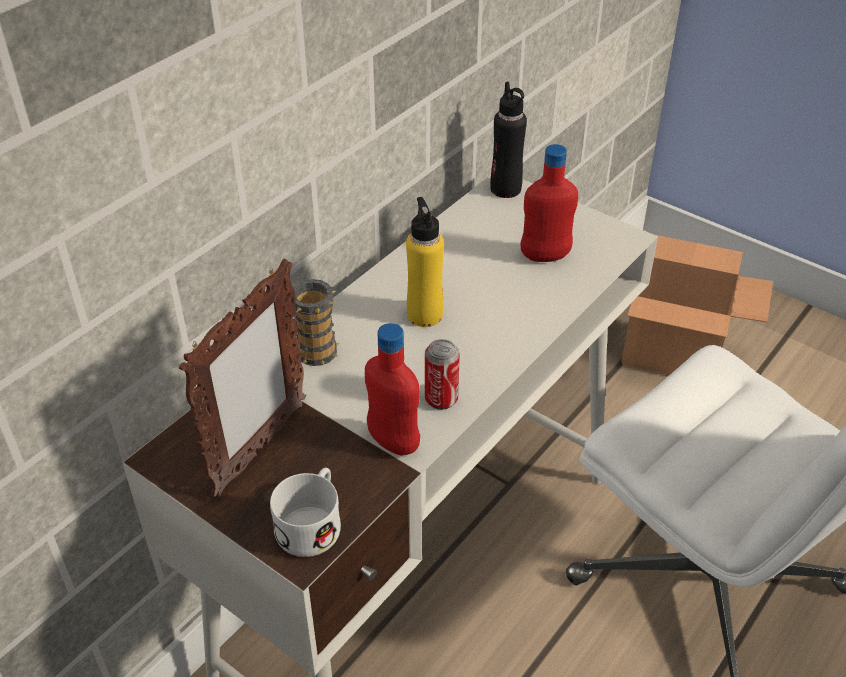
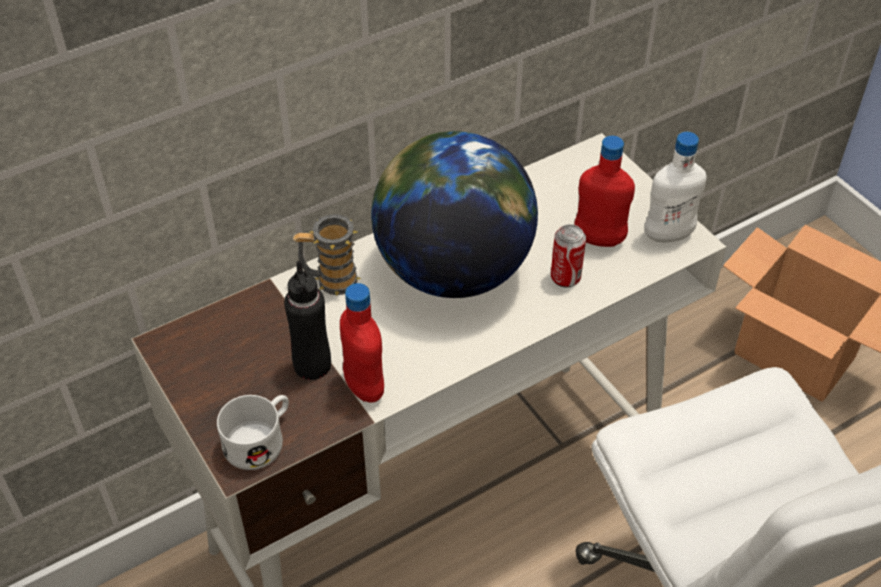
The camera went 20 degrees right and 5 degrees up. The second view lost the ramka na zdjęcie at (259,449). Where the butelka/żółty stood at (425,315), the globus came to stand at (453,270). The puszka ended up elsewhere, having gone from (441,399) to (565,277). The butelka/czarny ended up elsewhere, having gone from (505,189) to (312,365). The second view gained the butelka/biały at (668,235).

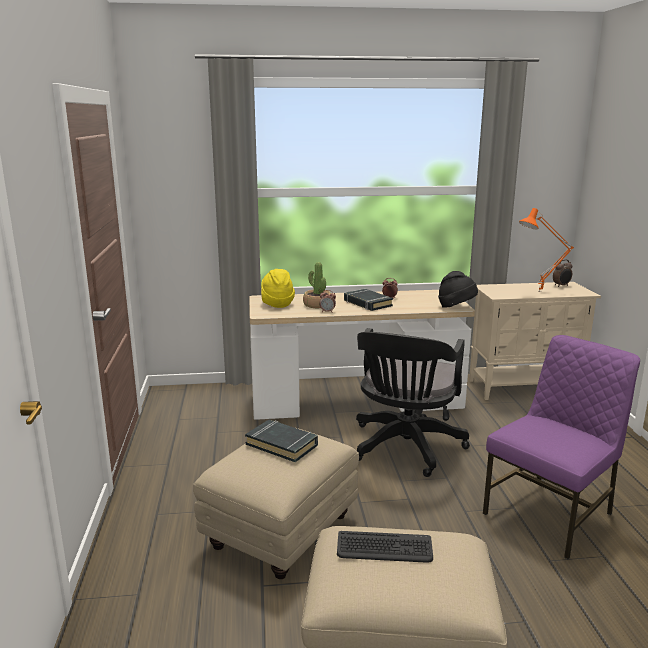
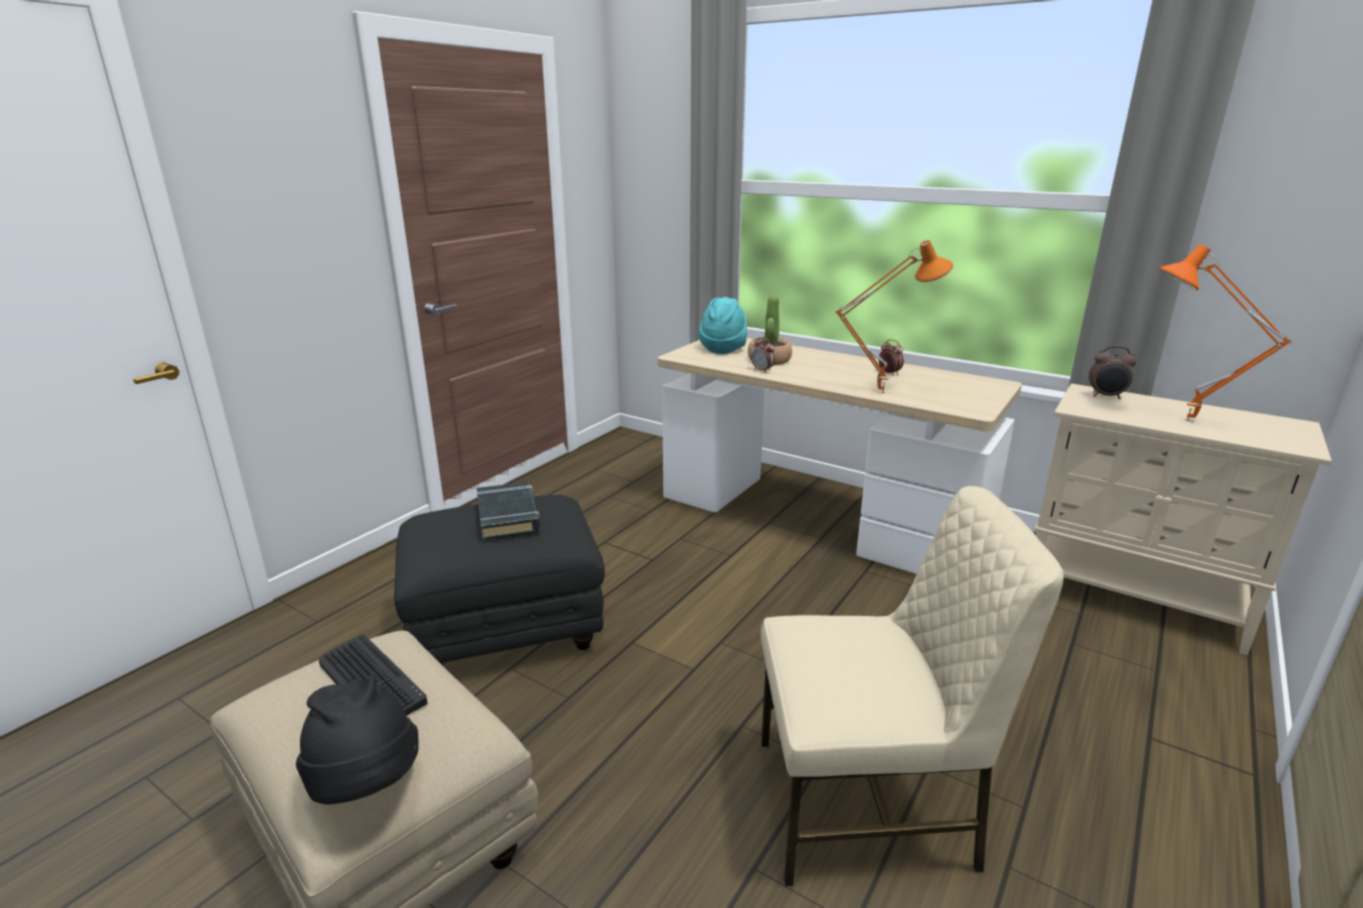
The camera went 40 degrees right and 5 degrees up. What was the pufa/beżowy at (282,531) turned into the pufa/czarny at (508,630). What was the kapelusz/żółty at (277,304) turned into the kapelusz/turkusowy at (723,348). The second view lost the książka/czarny at (367,303). The second view lost the krzesło biurowe/czarny at (405,448). The kapelusz/czarny ended up elsewhere, having gone from (456,307) to (367,788). What was the krzesło/fioletowy at (551,513) turned into the krzesło/beżowy at (867,805). The budzik ended up elsewhere, having gone from (561,285) to (1106,396). The second view gained the lampa stołowa/pomarańczowy at (881,392).

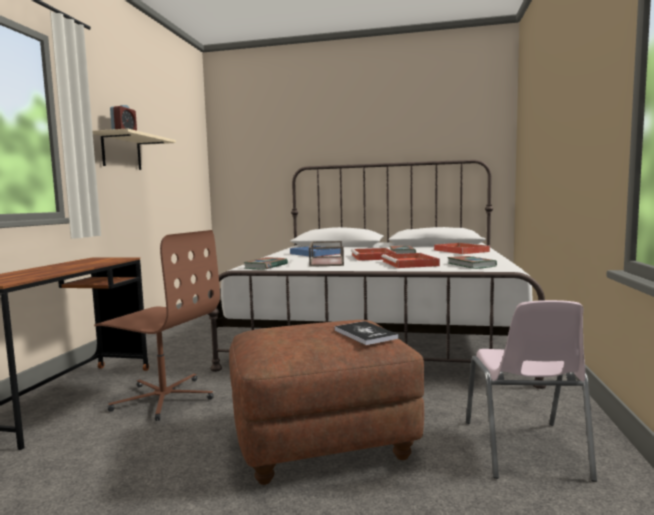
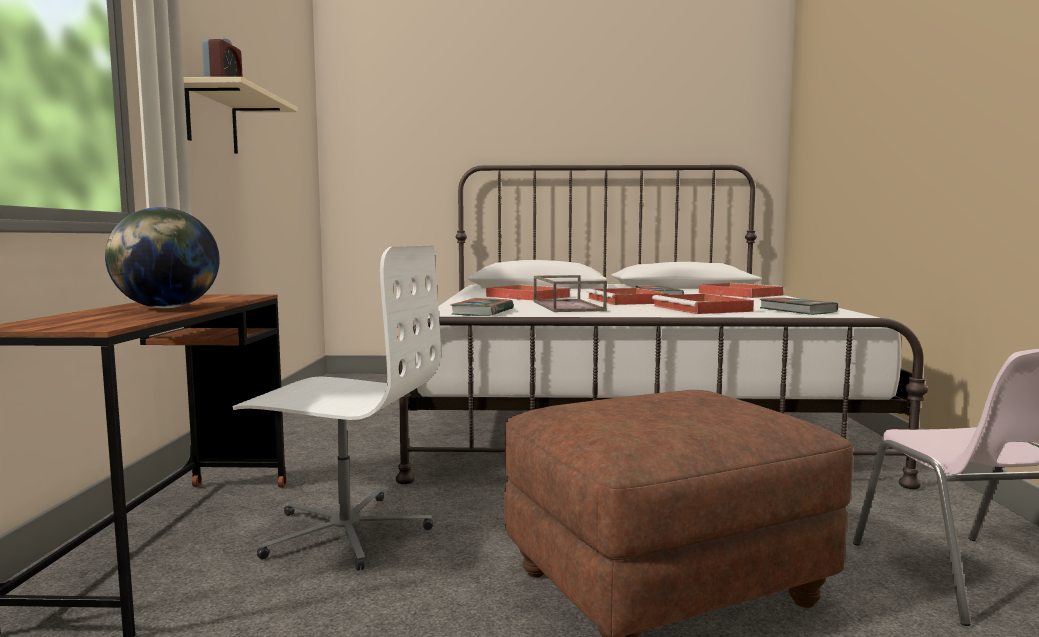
The camera went 10 degrees left and 0 degrees up. What was the krzesło biurowe/brązowy at (164,398) turned into the krzesło biurowe/biały at (345,531). What was the taca/niebieski at (315,254) turned into the taca/czerwony at (526,296). The second view lost the książka at (365,334). The second view gained the globus at (166,308).

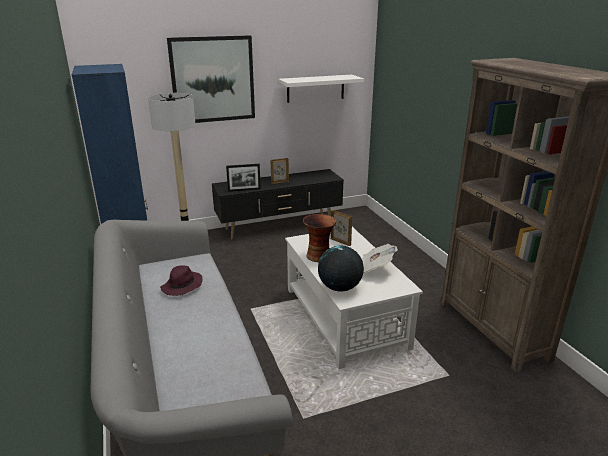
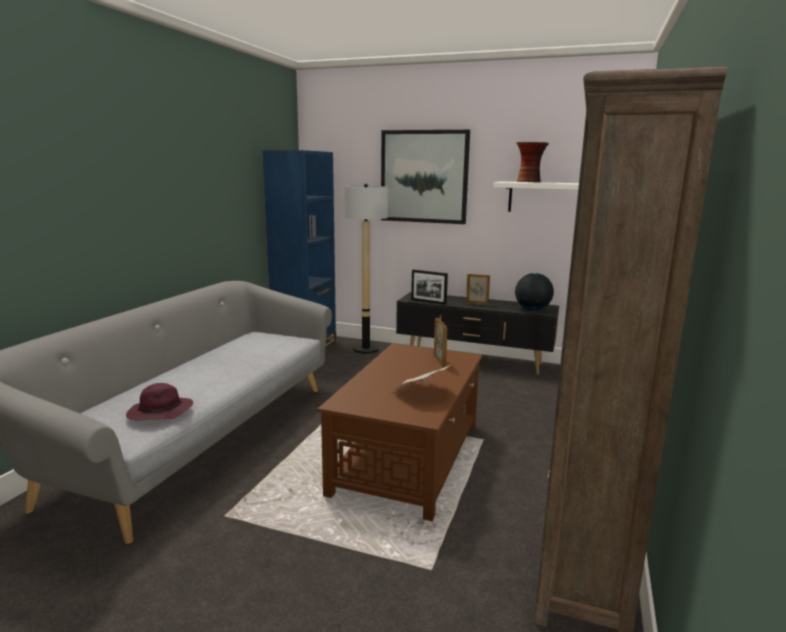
The camera went 40 degrees right and 10 degrees down. The kapelusz/fioletowy ended up elsewhere, having gone from (182,286) to (159,413). What was the ława/biały at (344,316) turned into the ława/brązowy at (409,457). The wazon ended up elsewhere, having gone from (319,256) to (529,182). The globus ended up elsewhere, having gone from (339,288) to (532,310).

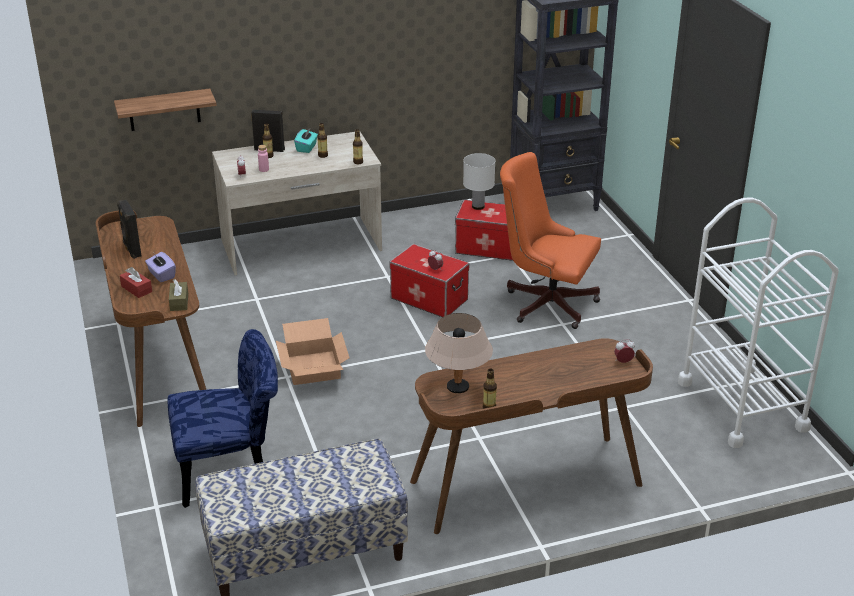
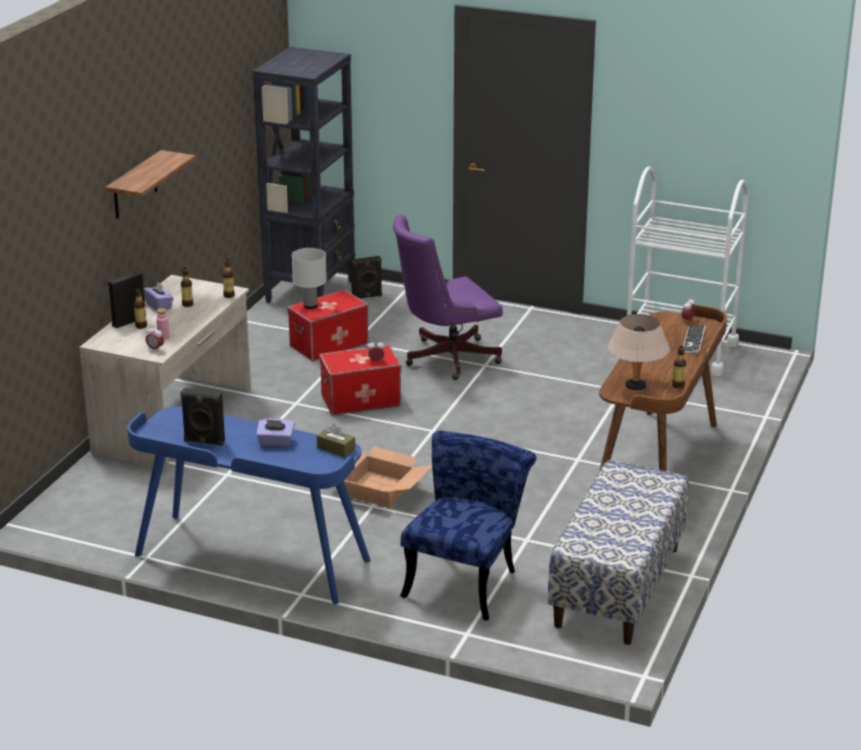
The camera went 50 degrees left and 5 degrees down. What was the biurko/brązowy at (159,362) turned into the biurko/niebieski at (251,559). The półka ended up elsewhere, having gone from (164,110) to (135,186). The second view lost the pudełko chusteczek/czerwony at (136,289). What was the pudełko chusteczek/turkusowy at (306,148) turned into the pudełko chusteczek/fioletowy at (159,306). What was the krzesło biurowe/pomarańczowy at (545,302) turned into the krzesło biurowe/fioletowy at (445,358). The second view gained the głośnik/czarny at (367,296). The second view gained the klawiatura at (693,340).

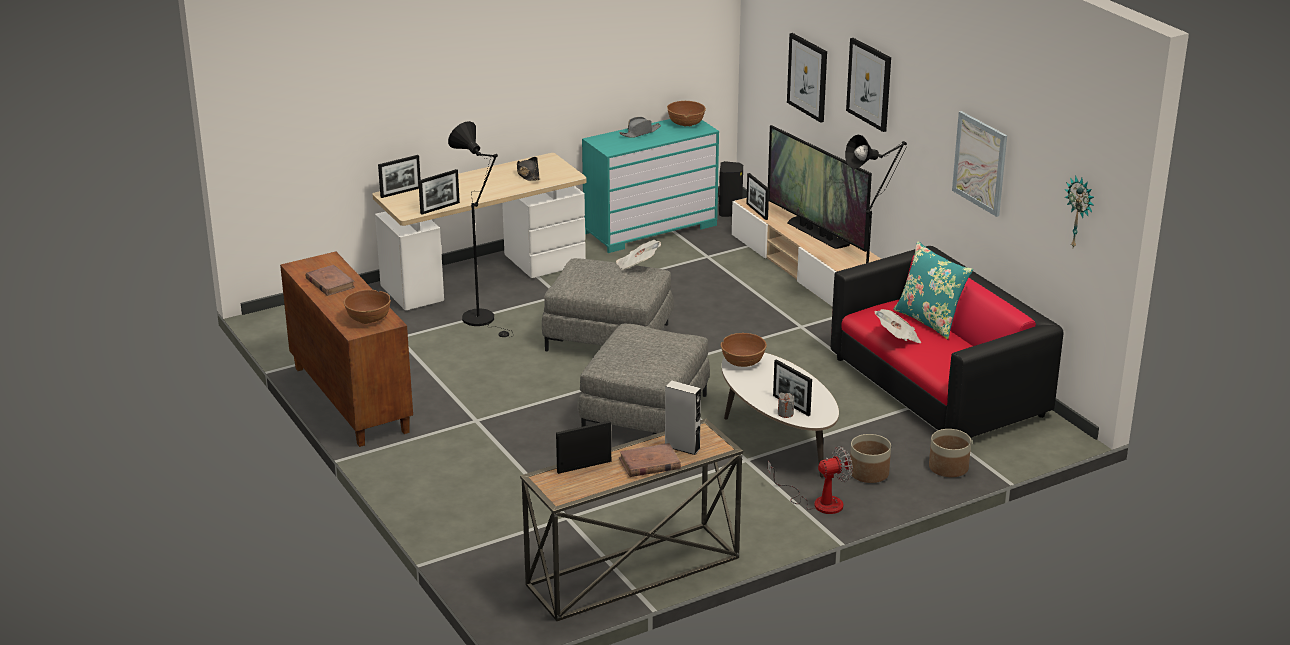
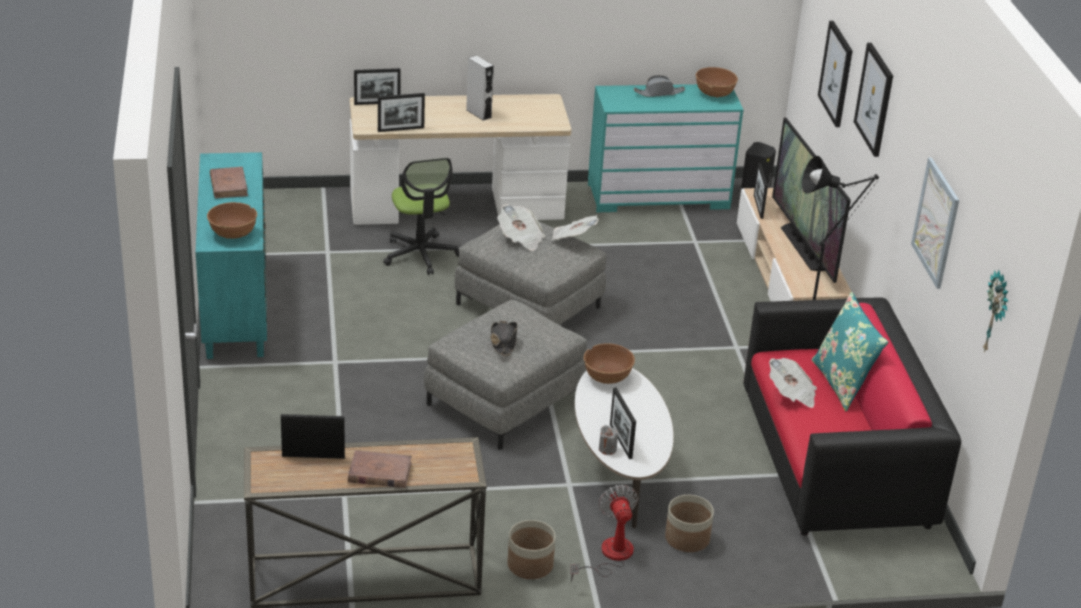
The camera went 20 degrees right and 5 degrees up. What was the szafka/brązowy at (349,399) turned into the szafka/turkusowy at (234,305). Where the lampa stojąca/czarny stood at (483,320), the krzesło biurowe came to stand at (420,254). The kapelusz/czarny ended up elsewhere, having gone from (528,174) to (503,342). The głośnik/szary ended up elsewhere, having gone from (682,447) to (478,113). The wentylator at (818,502) ended up facing another way, 105 degrees counterclockwise from before. The donica ended up elsewhere, having gone from (948,468) to (530,565). The second view gained the gazeta at (520,238).

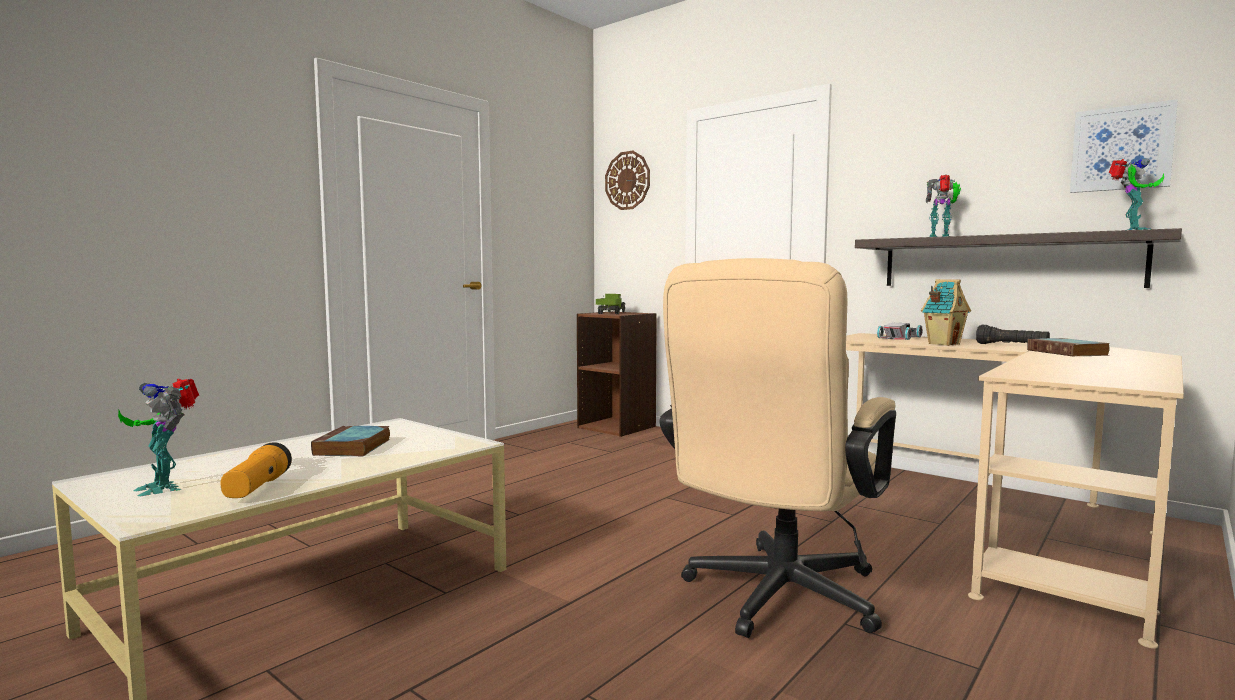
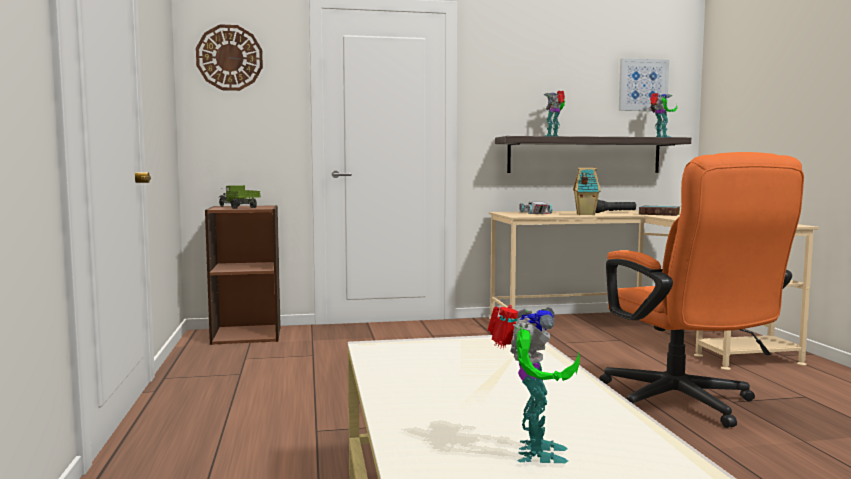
The camera went 50 degrees left and 0 degrees up. The robot zabawkowy at (164,487) ended up facing another way, 75 degrees counterclockwise from before. The second view lost the latarka at (257,488). The second view lost the książka at (352,447). What was the krzesło biurowe/beżowy at (775,600) turned into the krzesło biurowe/pomarańczowy at (685,405).

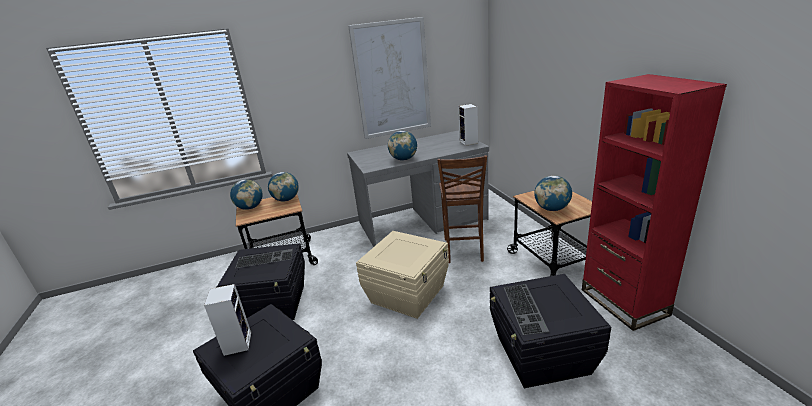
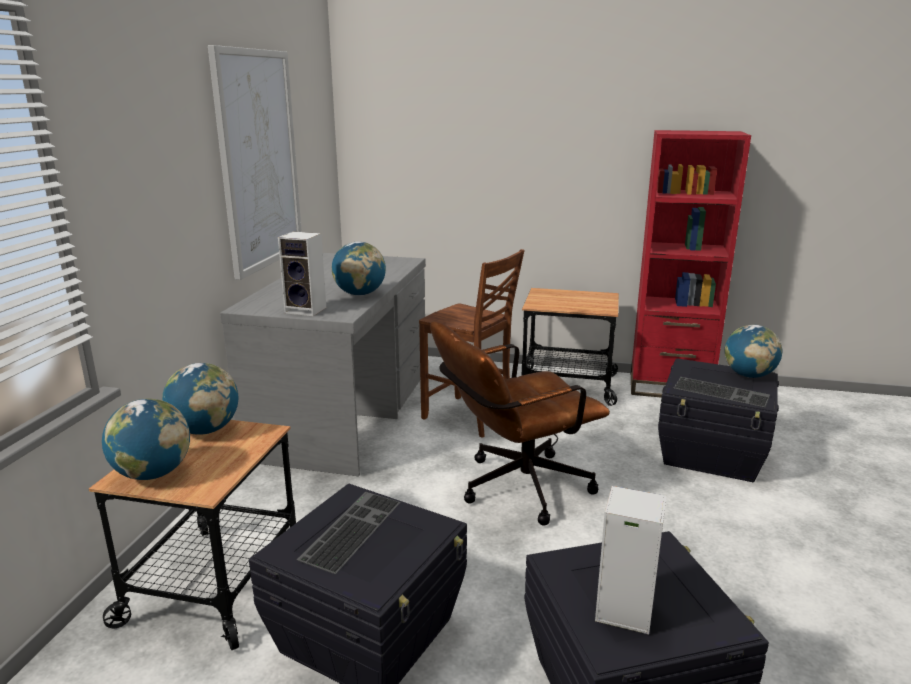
The camera went 60 degrees left and 5 degrees down. Where the pojemnik do przechowywania/beżowy stood at (408,294), the krzesło biurowe/brązowy came to stand at (514,489). The głośnik ended up elsewhere, having gone from (469,142) to (307,310). The globus ended up elsewhere, having gone from (552,209) to (749,375).

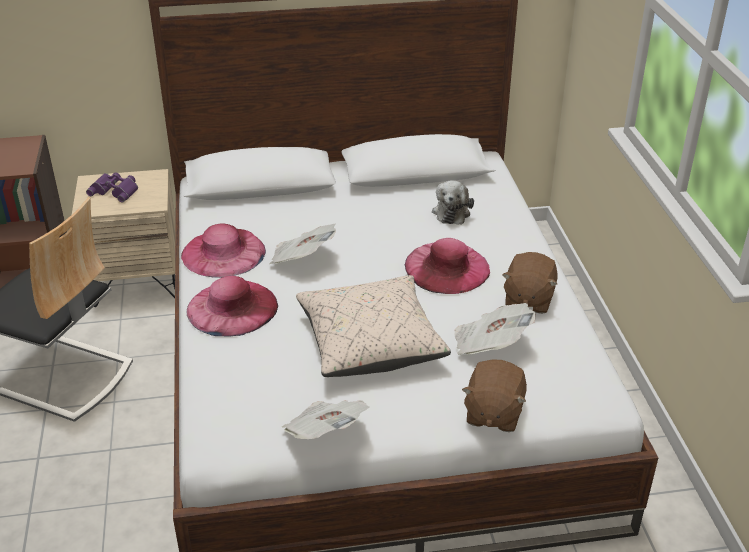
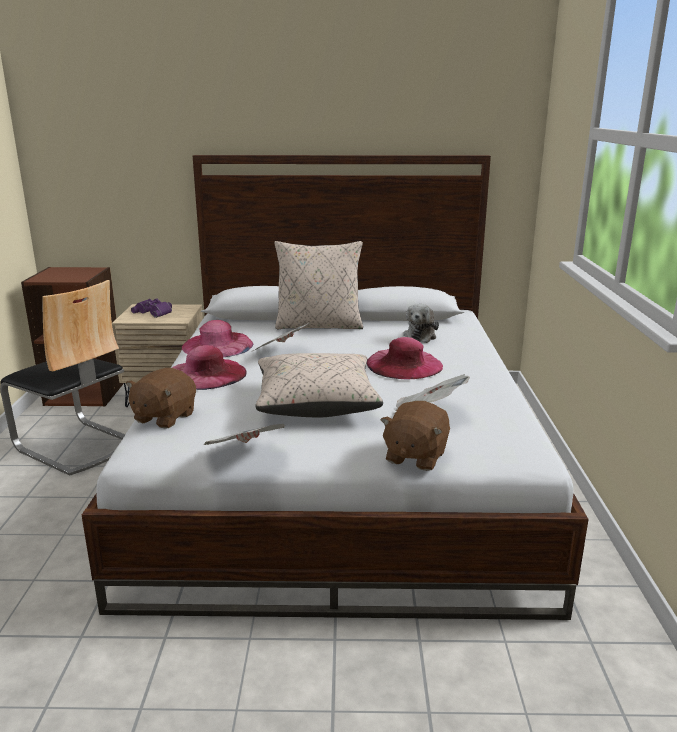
The camera went 10 degrees right and 15 degrees down. The pluszak/brązowy ended up elsewhere, having gone from (528,299) to (164,417). The second view gained the poduszka/beżowy at (319,326).

